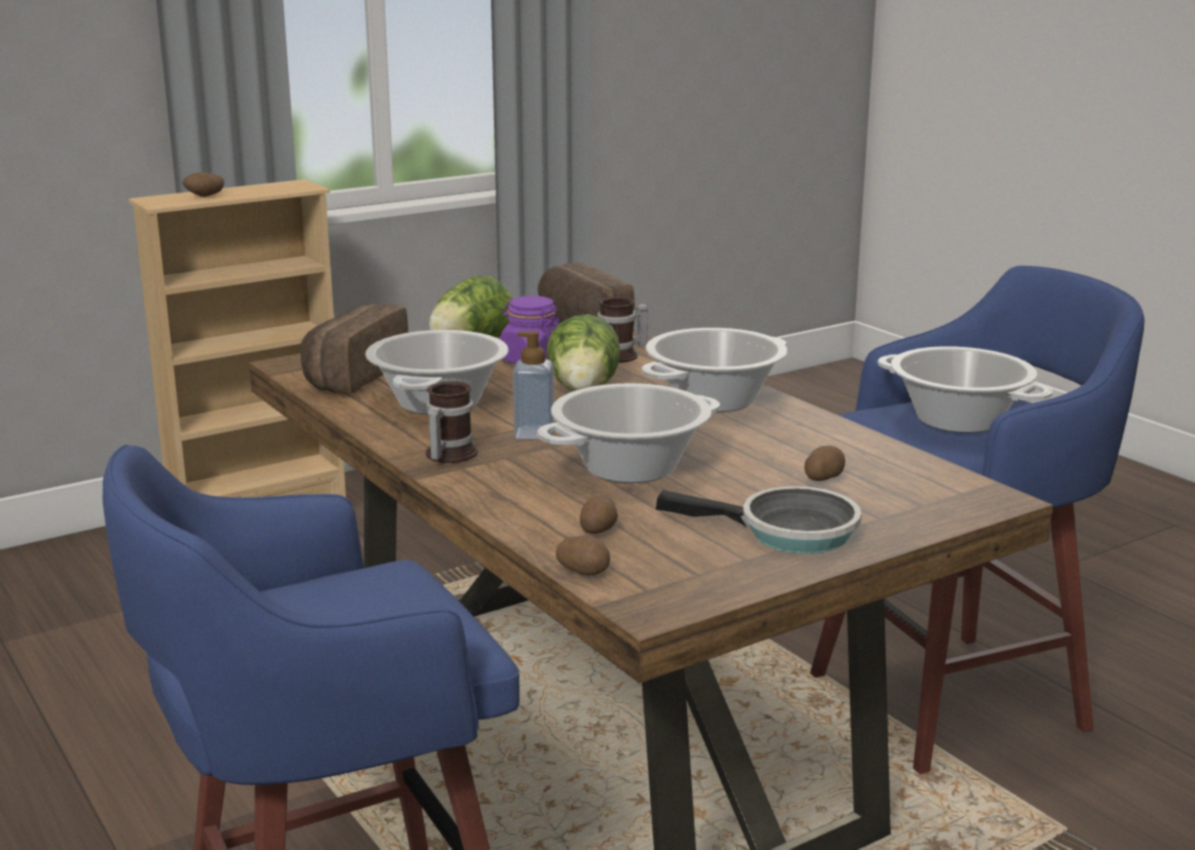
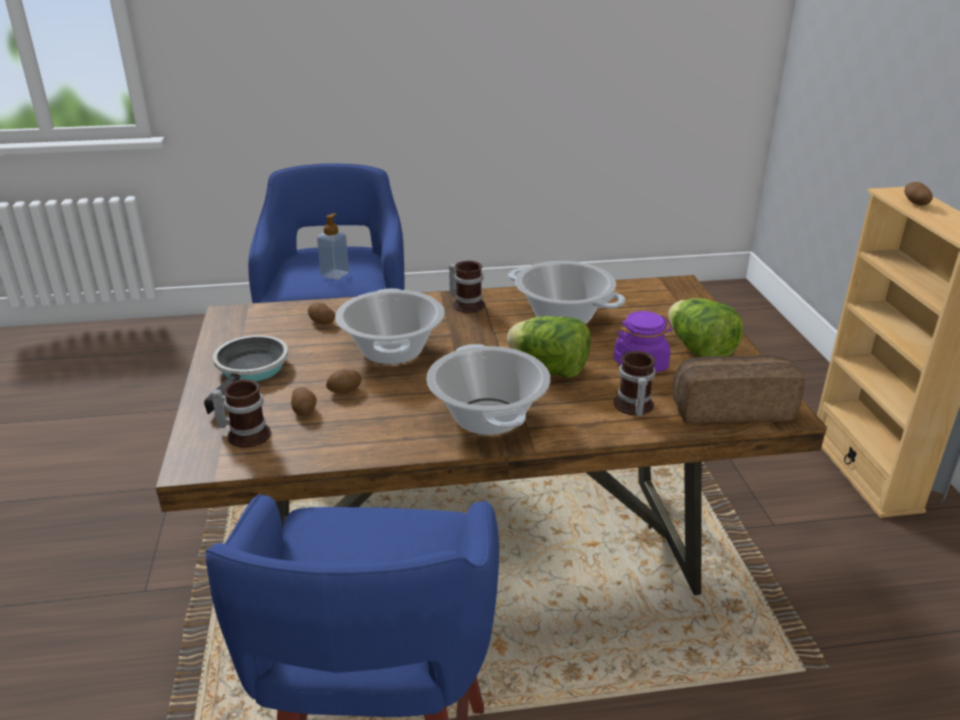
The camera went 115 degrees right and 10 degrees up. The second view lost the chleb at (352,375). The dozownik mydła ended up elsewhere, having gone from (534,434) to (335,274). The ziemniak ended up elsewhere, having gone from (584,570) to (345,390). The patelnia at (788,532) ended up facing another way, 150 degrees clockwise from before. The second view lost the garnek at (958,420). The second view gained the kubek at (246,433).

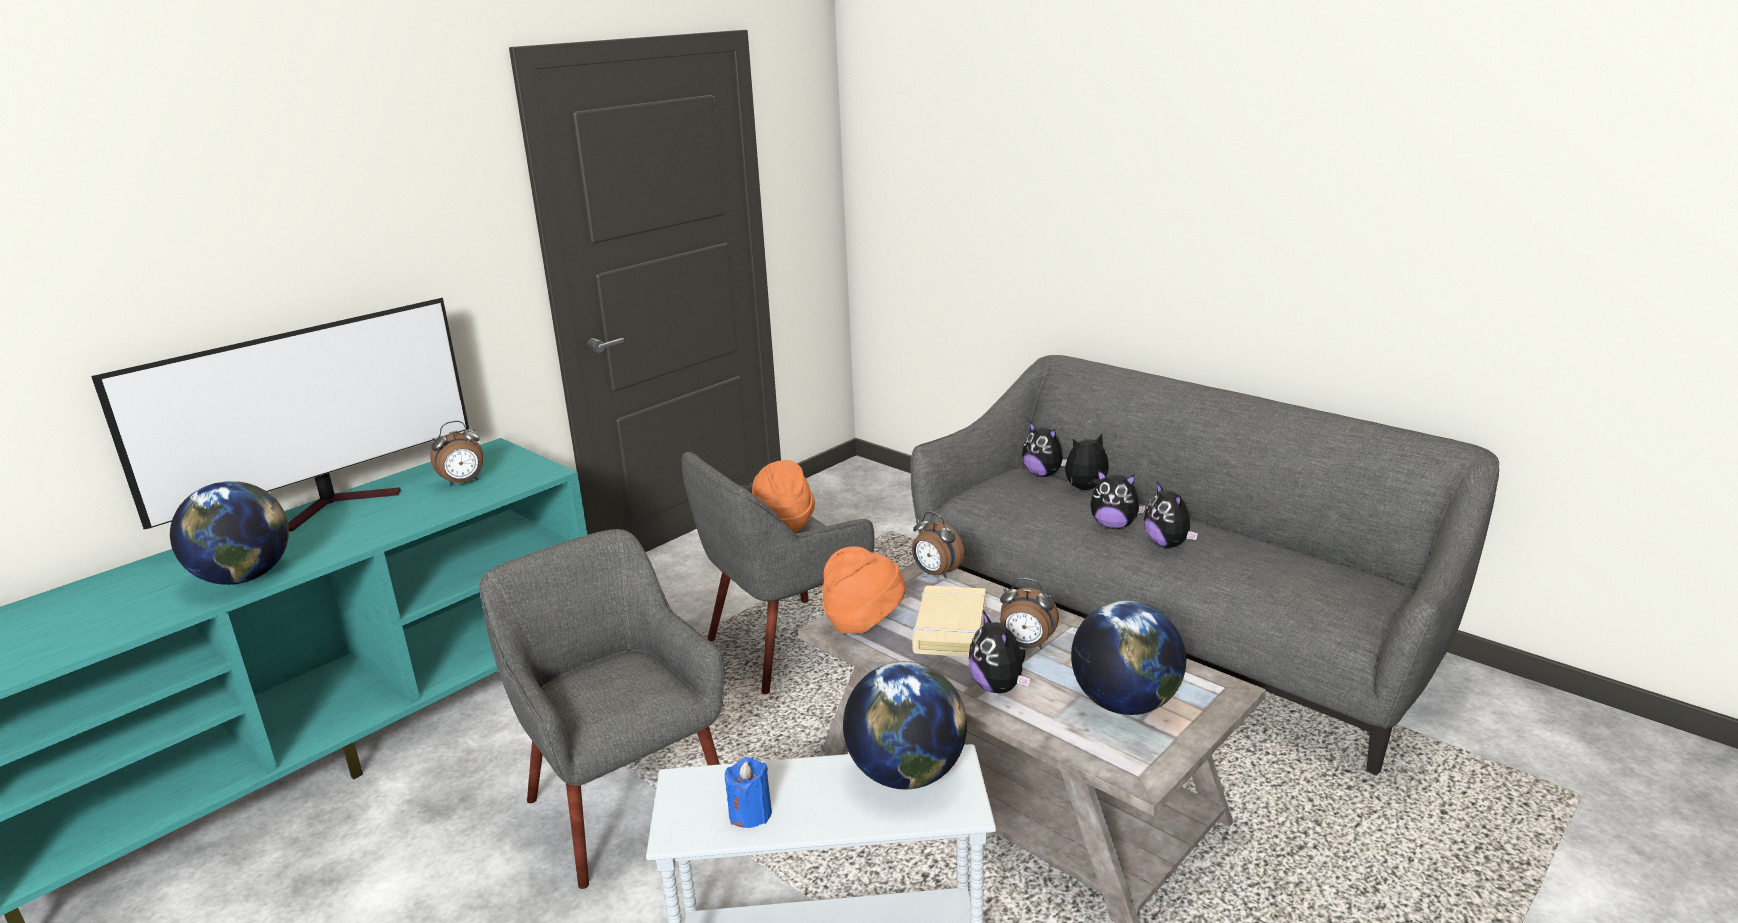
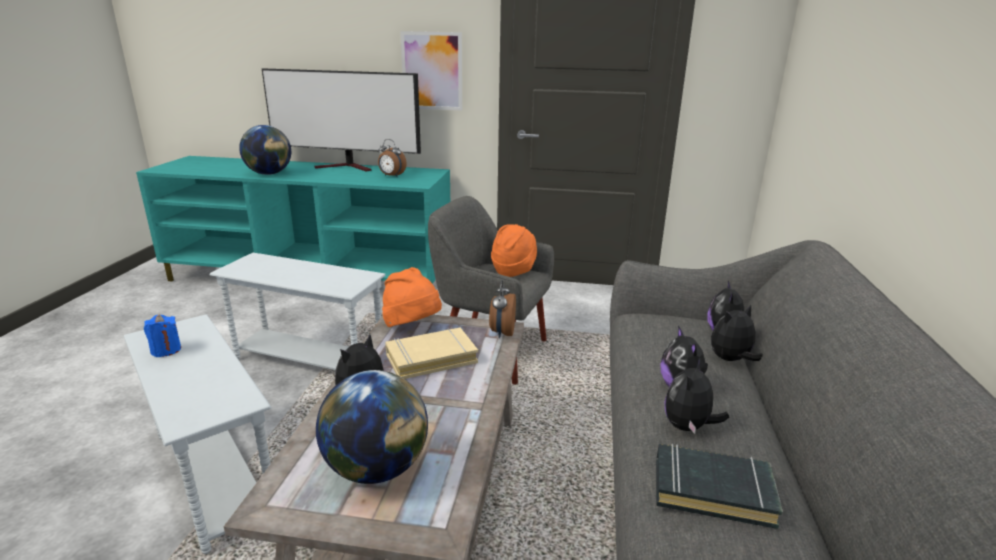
The camera went 55 degrees right and 0 degrees up. Where the fotel/szary stood at (625,805), the stolik/biały came to stand at (310,360). The second view lost the globus at (906,774). The second view lost the budzik at (1026,645). The pluszak at (1087,489) ended up facing another way, 60 degrees counterclockwise from before. The second view gained the obraz at (432,71). The second view gained the książka/czarny at (712,490).

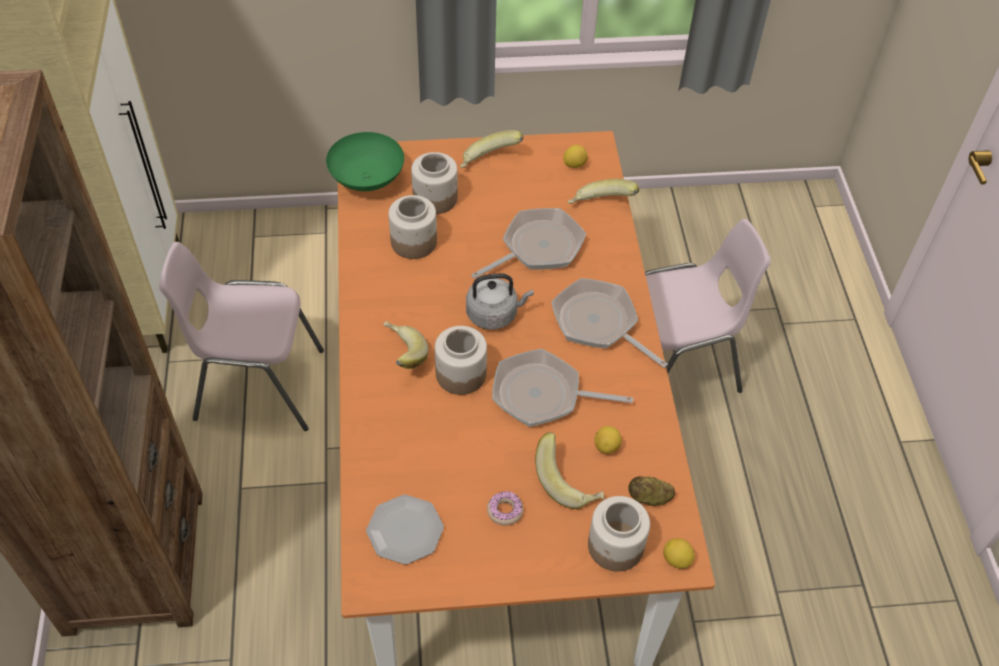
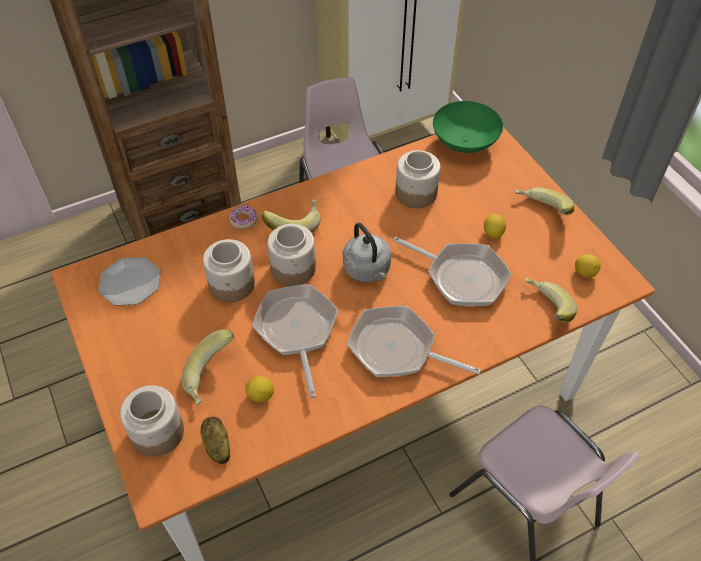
The camera went 70 degrees right and 0 degrees up. The słoik ended up elsewhere, having gone from (436,198) to (232,284). The donut ended up elsewhere, having gone from (505,511) to (243,220). The patelnia at (599,324) ended up facing another way, 90 degrees counterclockwise from before. The cytryna ended up elsewhere, having gone from (676,560) to (493,233).

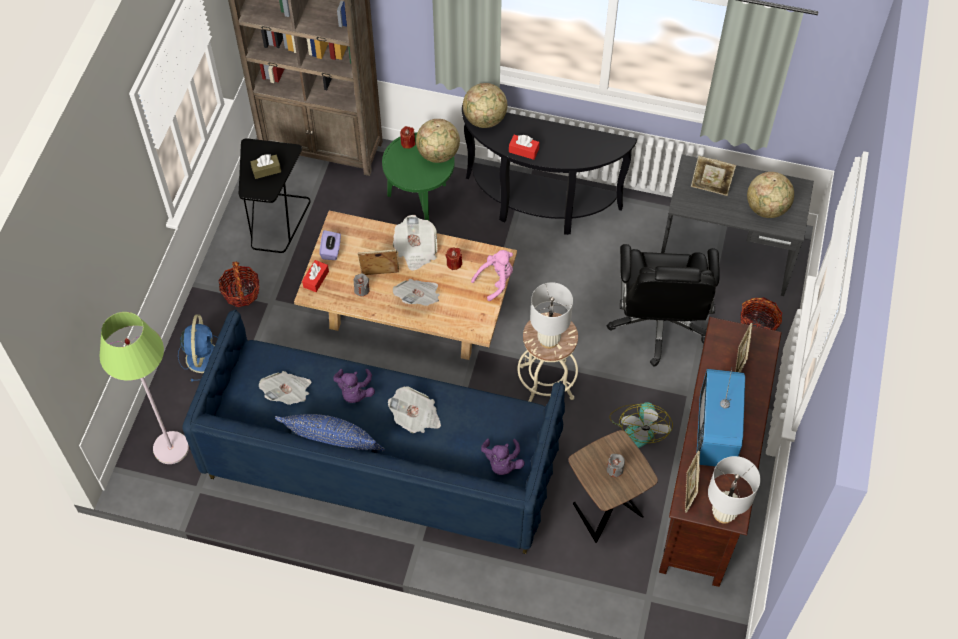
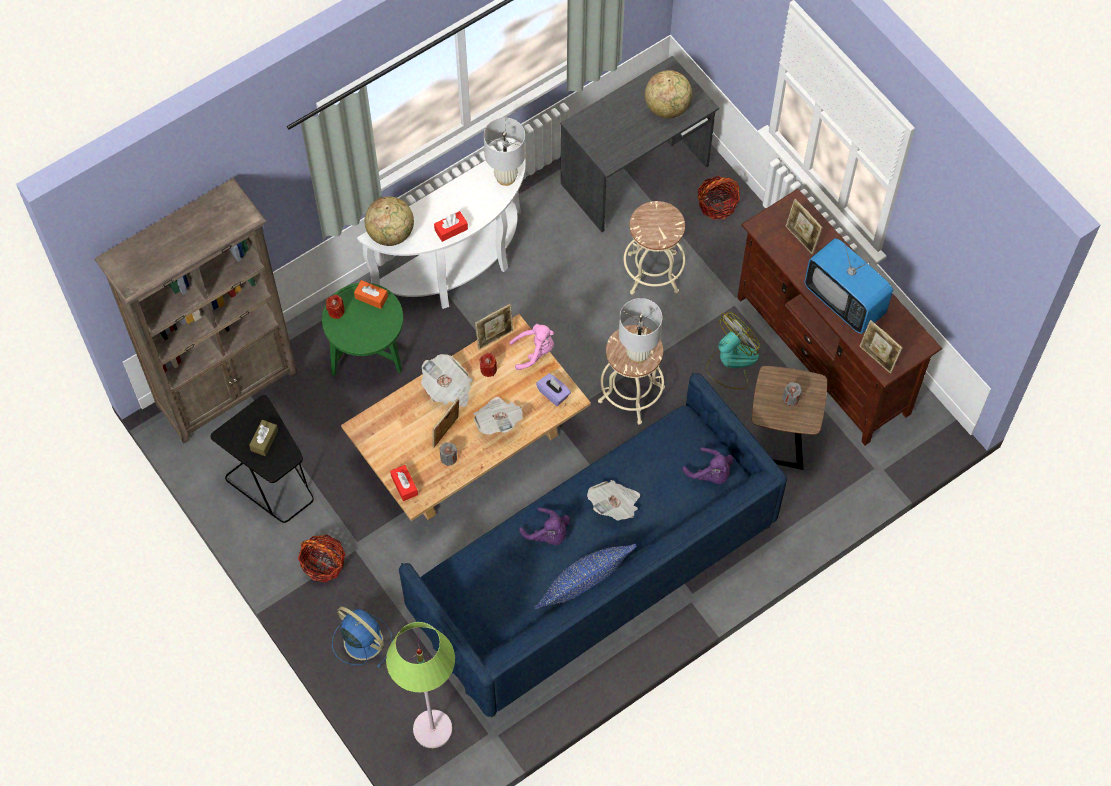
The camera went 50 degrees left and 5 degrees up. The second view lost the gazeta at (288,394). The pudełko chusteczek/fioletowy ended up elsewhere, having gone from (331,251) to (553,394). Where the globus stood at (438,154), the pudełko chusteczek/pomarańczowy came to stand at (371,297). What was the stolik konsolowy/czarny at (539,207) turned into the stolik konsolowy/biały at (459,269). The pluszak/różowy at (495,281) ended up facing another way, 75 degrees clockwise from before. Where the krzesło biurowe/czarny stood at (659,324), the stołek/beżowy came to stand at (653,272). The wentylator at (638,428) ended up facing another way, 90 degrees counterclockwise from before. The ramka na zdjęcie ended up elsewhere, having gone from (710,189) to (495,338). The lampa stołowa/biały ended up elsewhere, having gone from (723,513) to (505,177).

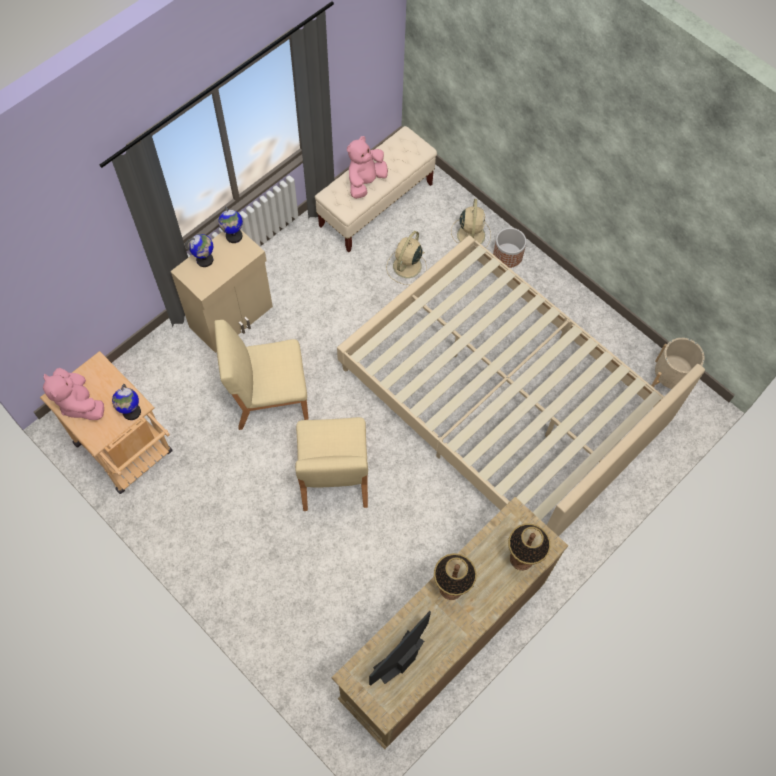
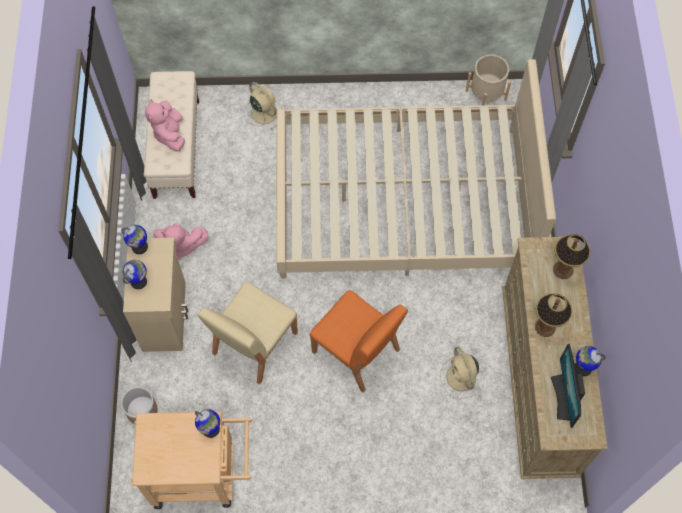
The camera went 45 degrees left and 0 degrees up. The pluszak/różowy ended up elsewhere, having gone from (79,403) to (181,245). What was the krzesło/beżowy at (333,476) turned into the krzesło/pomarańczowy at (356,352). The wentylator/beżowy ended up elsewhere, having gone from (406,267) to (461,378). The donica ended up elsewhere, having gone from (507,255) to (141,410). The second view gained the globus at (583,367).

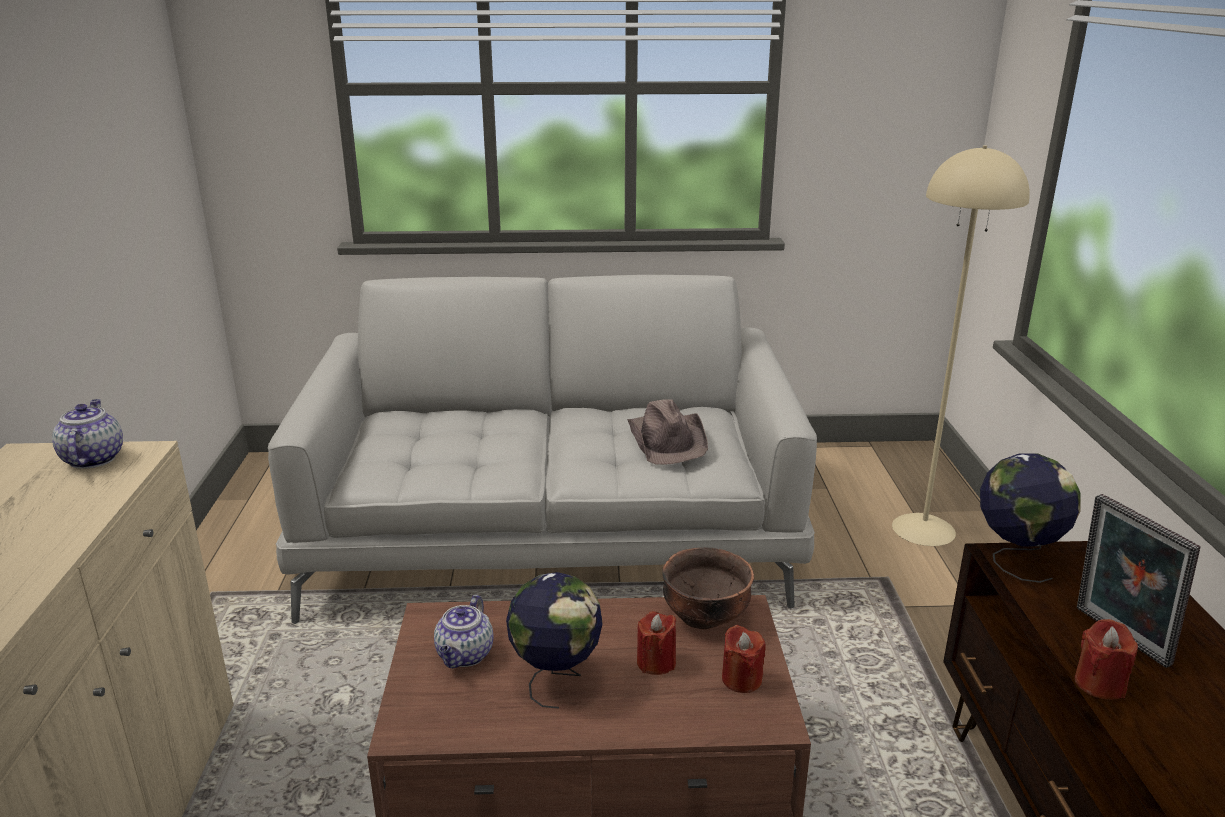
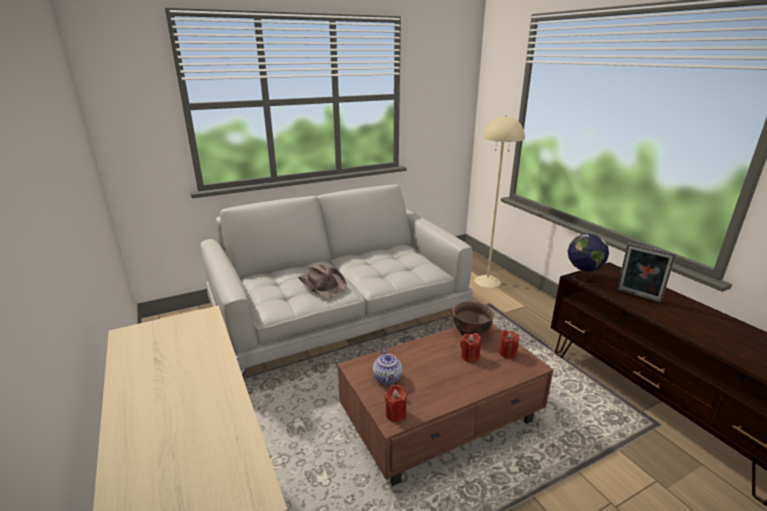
The camera went 25 degrees left and 0 degrees up. The second view lost the imbryk at (93,459). The second view lost the globus at (556,680). The kapelusz/brązowy ended up elsewhere, having gone from (668,440) to (322,284). The świeca/czerwony ended up elsewhere, having gone from (1099,684) to (395,414).

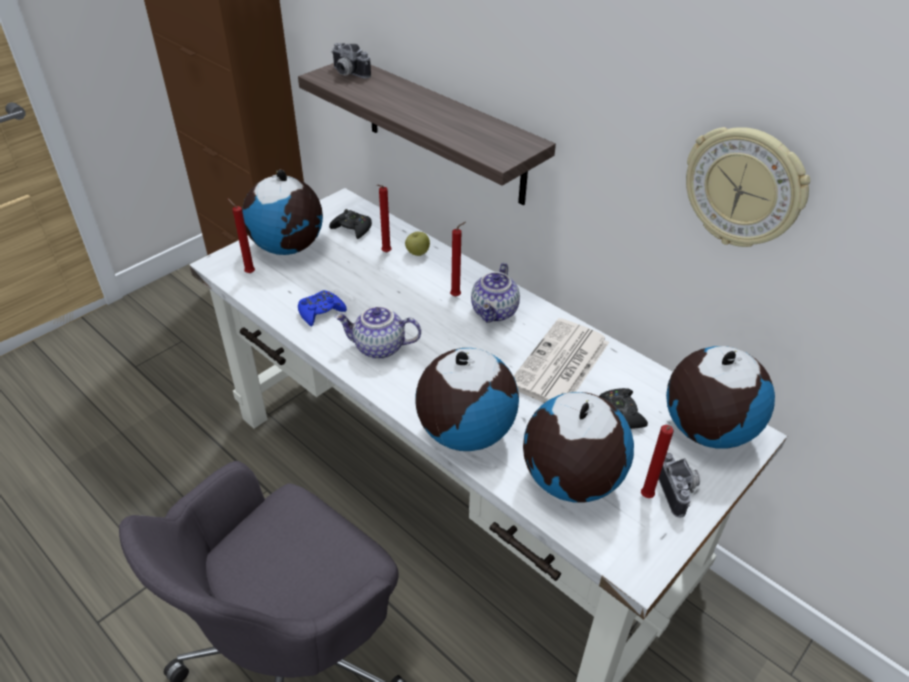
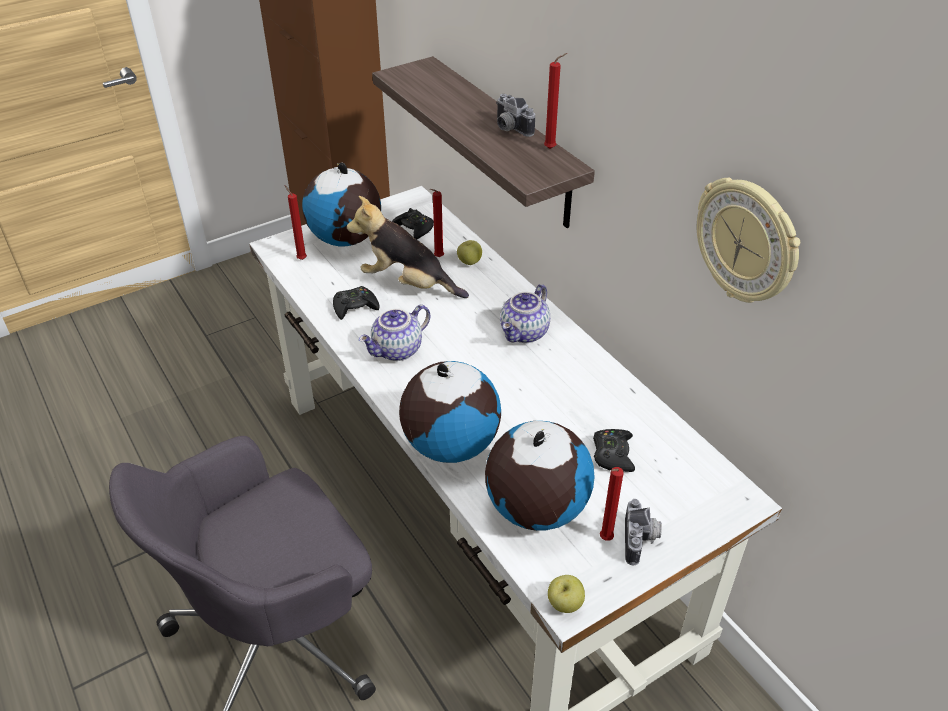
The camera went 15 degrees right and 0 degrees up. What was the pad do gier/niebieski at (321,312) turned into the pad do gier/czarny at (355,307). The aparat fotograficzny ended up elsewhere, having gone from (347,74) to (509,128). The imbryk at (378,348) ended up facing another way, 60 degrees counterclockwise from before. The świeca/czerwony ended up elsewhere, having gone from (457,296) to (552,149). The second view lost the gazeta at (560,365). The second view lost the globus at (706,430). The second view gained the pluszak at (408,284). The second view gained the jabłko at (565,604).

